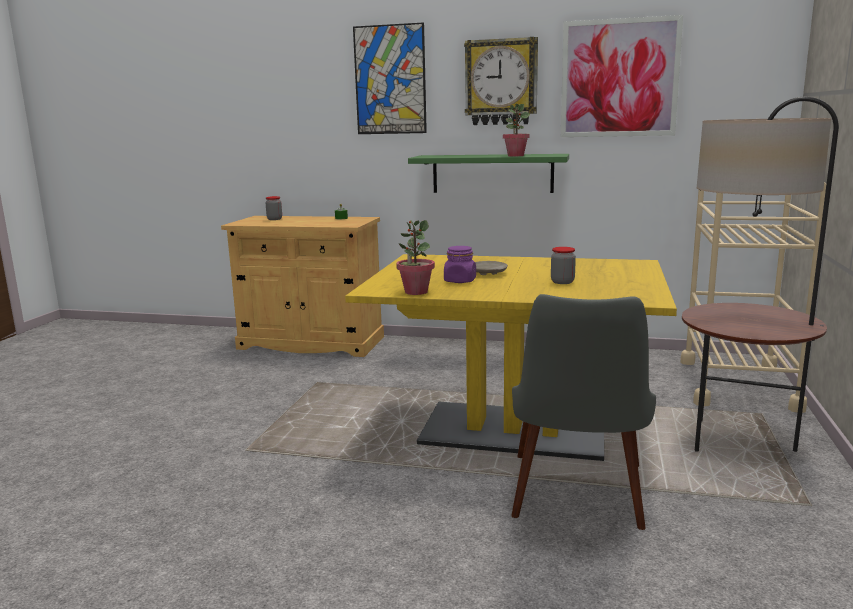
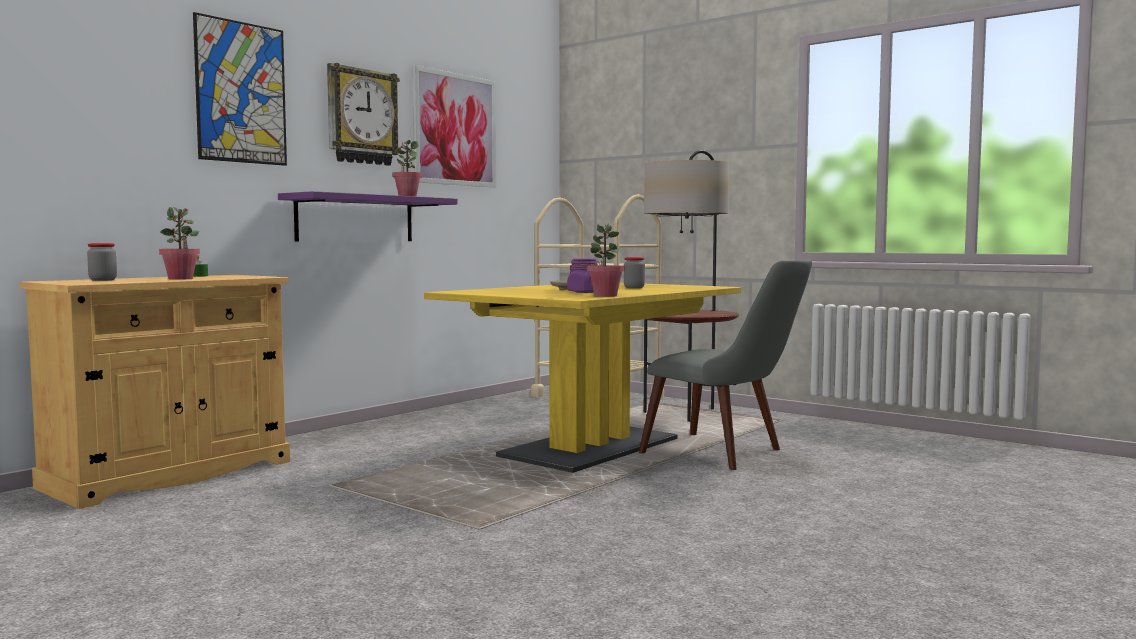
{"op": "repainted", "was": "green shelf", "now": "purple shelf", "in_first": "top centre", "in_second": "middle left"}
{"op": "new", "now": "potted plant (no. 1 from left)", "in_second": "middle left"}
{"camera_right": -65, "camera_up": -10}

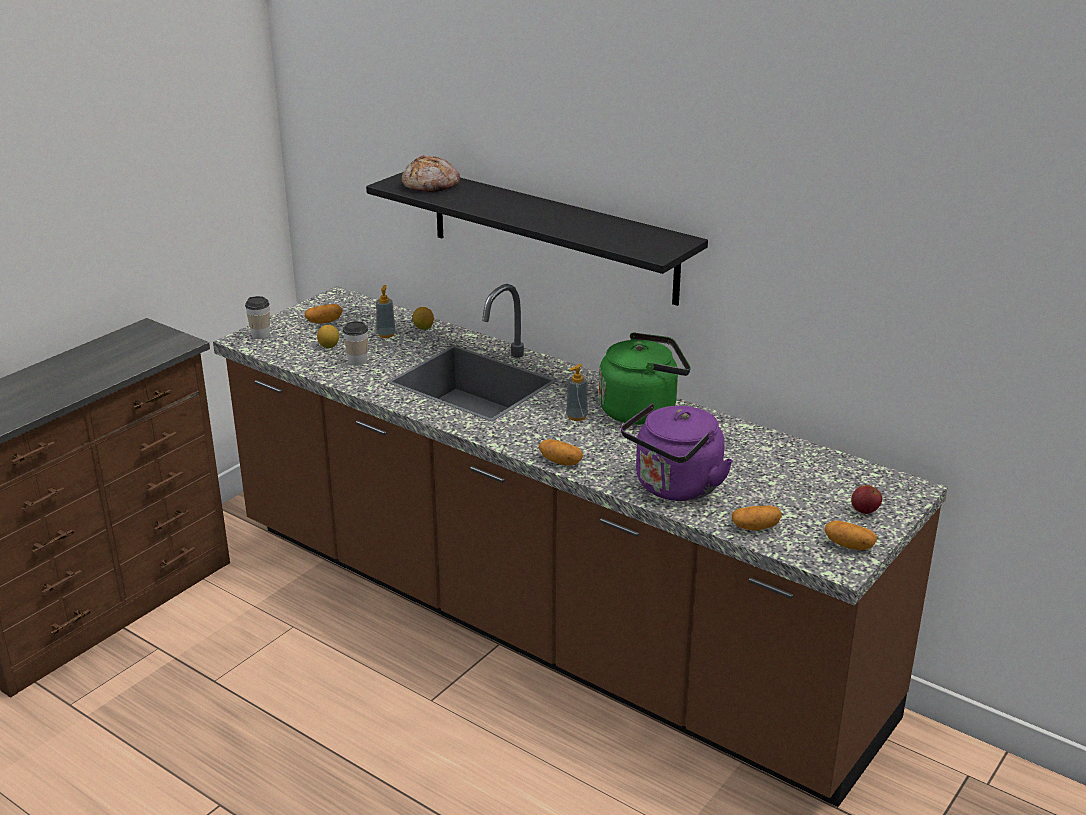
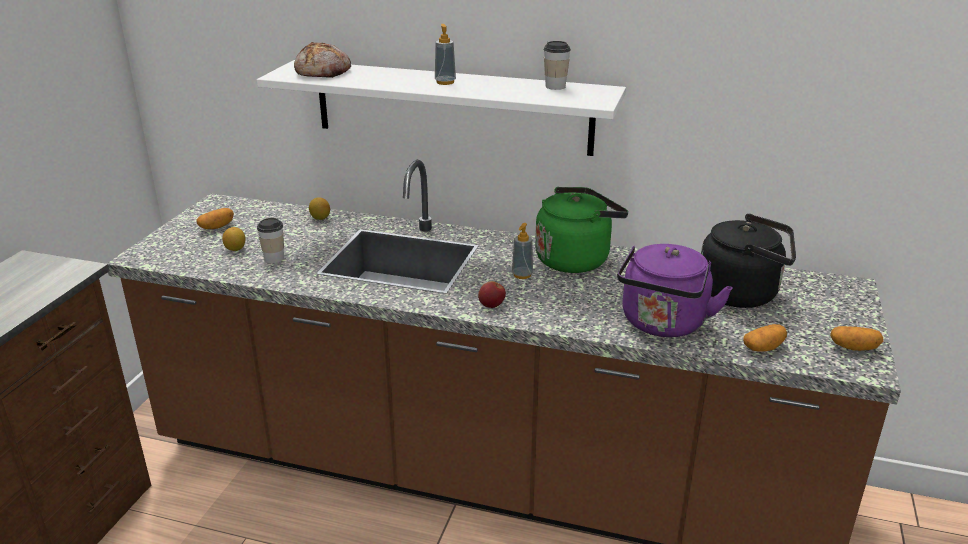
{"op": "repainted", "was": "black shelf", "now": "white shelf", "in_first": "top centre", "in_second": "top centre"}
{"op": "shifted", "was": "soap dispenser (no. 1 from left)", "in_first": "centre", "in_second": "top centre"}
{"op": "shifted", "was": "cup (no. 1 from left in the first image)", "now": "cup (no. 2 from left)", "in_first": "middle left", "in_second": "top centre"}
{"op": "gone", "was": "potato (no. 2 from left)", "in_first": "centre"}
{"op": "shifted", "was": "apple", "in_first": "middle right", "in_second": "centre"}
{"op": "new", "now": "black kettle", "in_second": "middle right"}
{"camera_right": -20, "camera_up": 0}

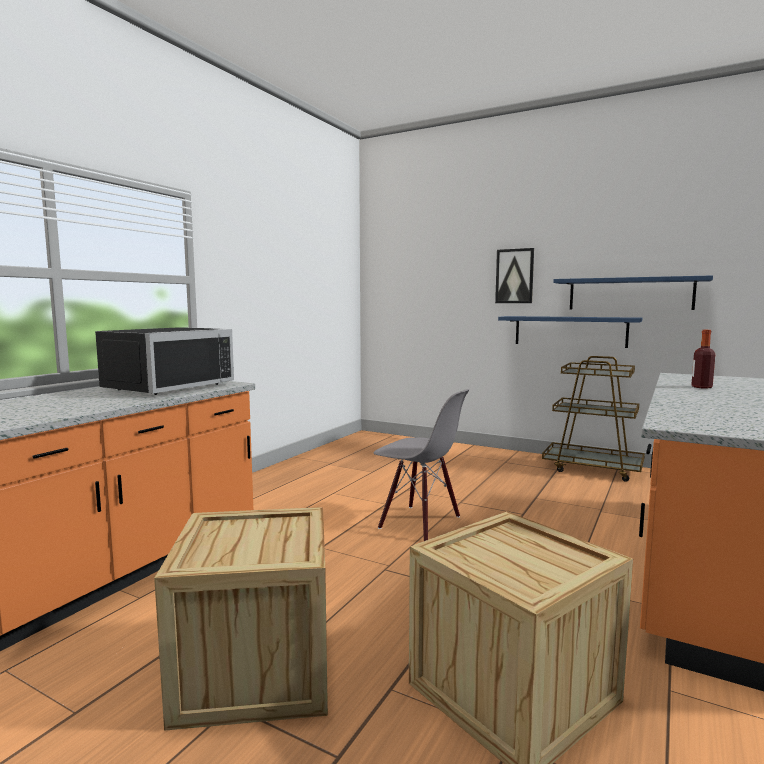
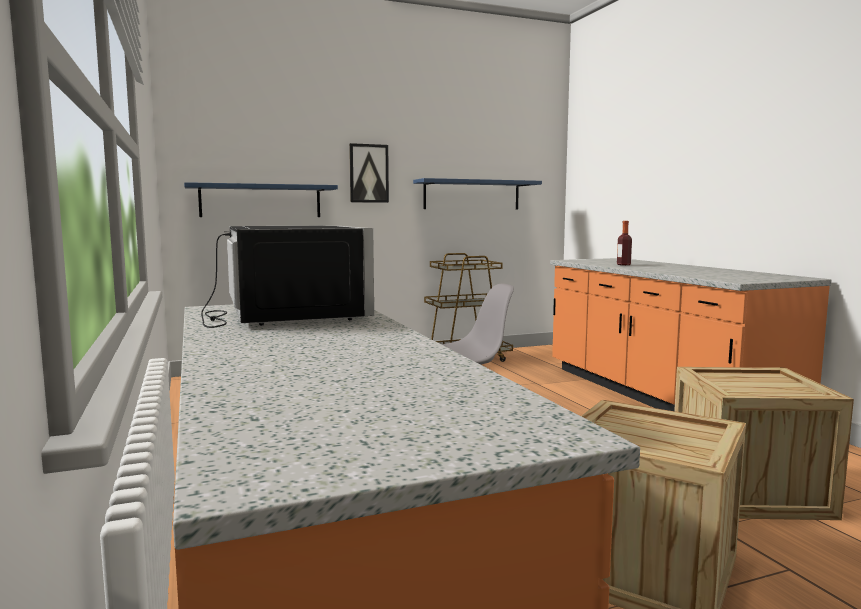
{"op": "shifted", "was": "blue shelf (no. 1 from left)", "in_first": "middle right", "in_second": "top left"}
{"camera_right": -50, "camera_up": 0}

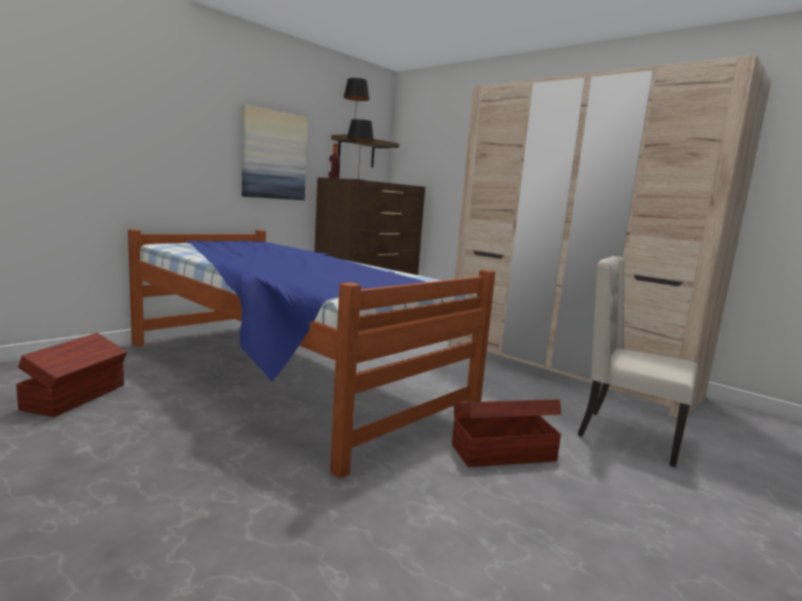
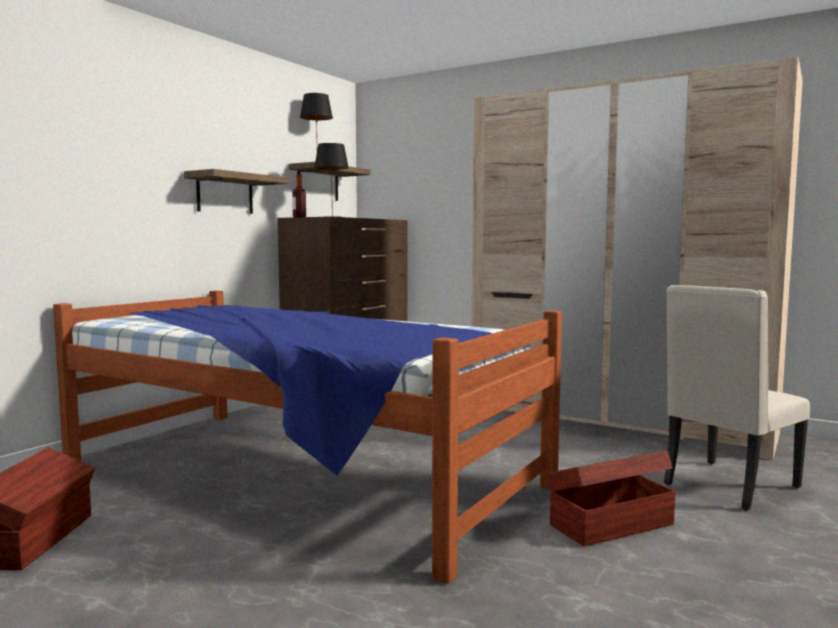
{"op": "swapped", "was": "picture", "now": "shelf (no. 1 from left)", "in_first": "top centre", "in_second": "top left"}
{"op": "rotated", "was": "beige chair", "in_first": "middle right", "in_second": "middle right", "clockwise": -60}
{"camera_right": -10, "camera_up": -5}

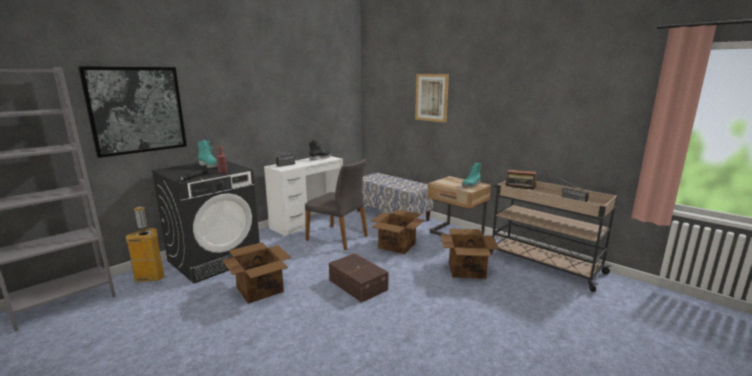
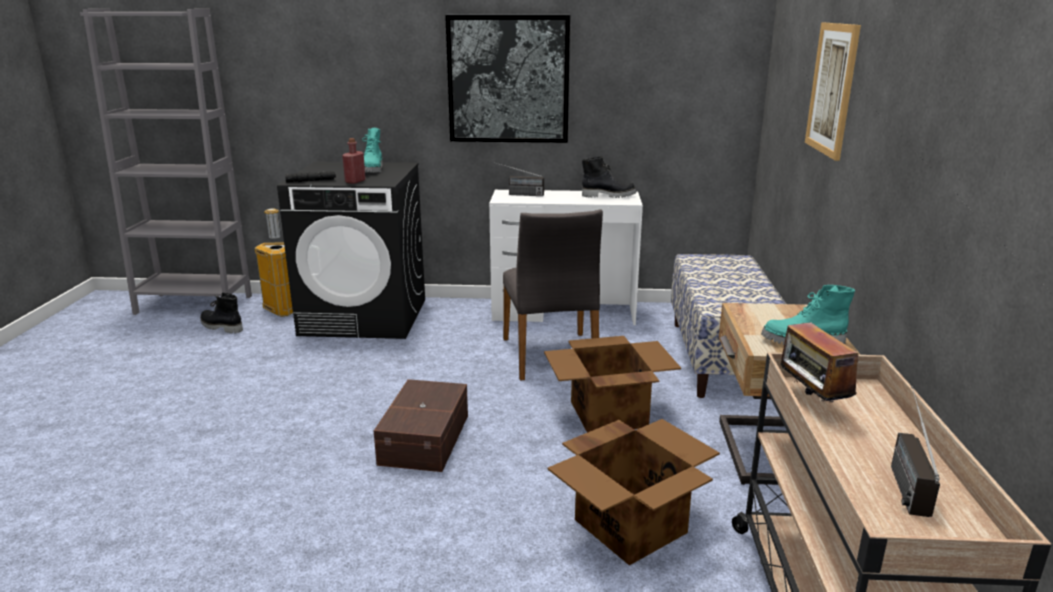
{"op": "shifted", "was": "picture (no. 1 from left)", "in_first": "top left", "in_second": "top centre"}
{"op": "gone", "was": "cardboard box (no. 1 from left)", "in_first": "bottom centre"}
{"op": "new", "now": "black boot (no. 1 from left)", "in_second": "middle left"}
{"camera_right": 50, "camera_up": 5}

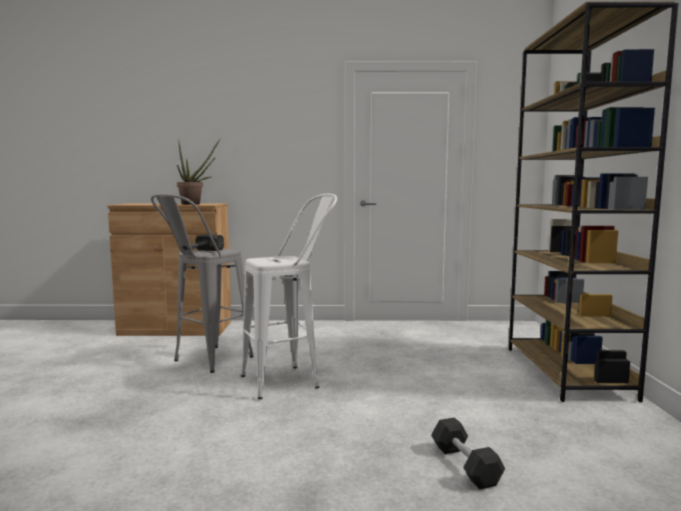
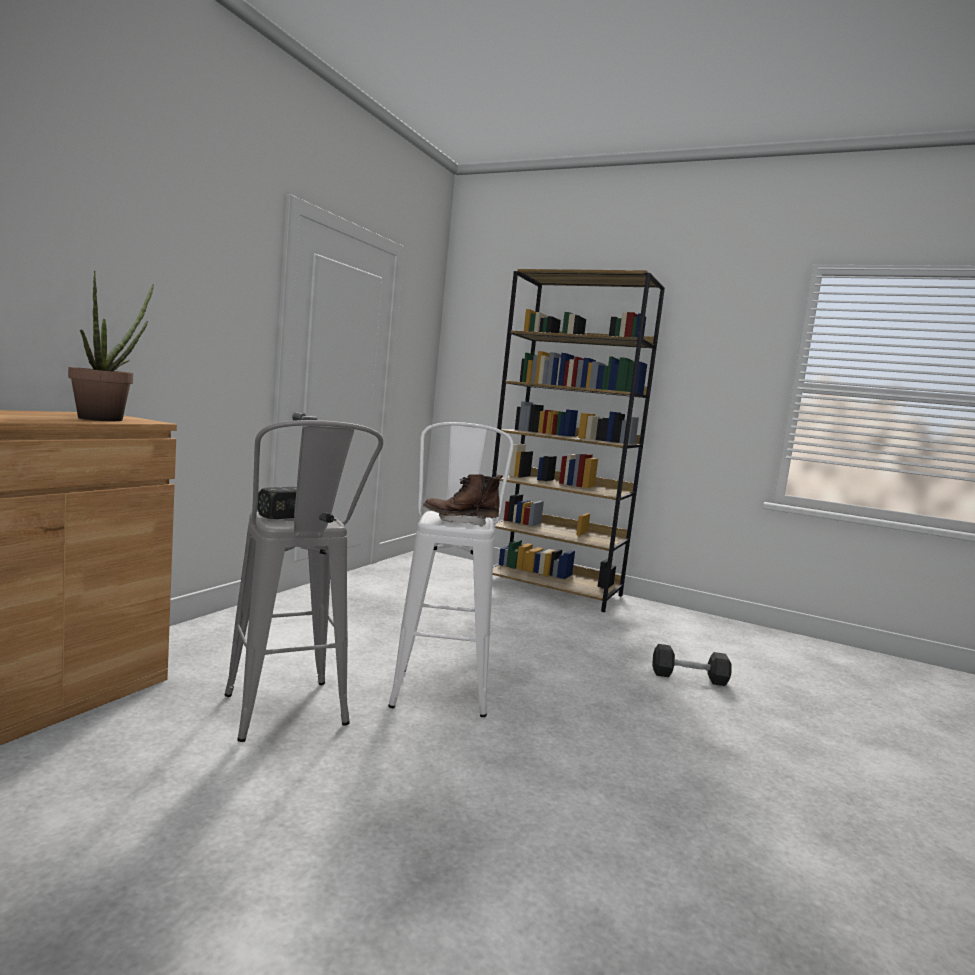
{"op": "new", "now": "brown boot", "in_second": "centre"}
{"camera_right": -65, "camera_up": 0}

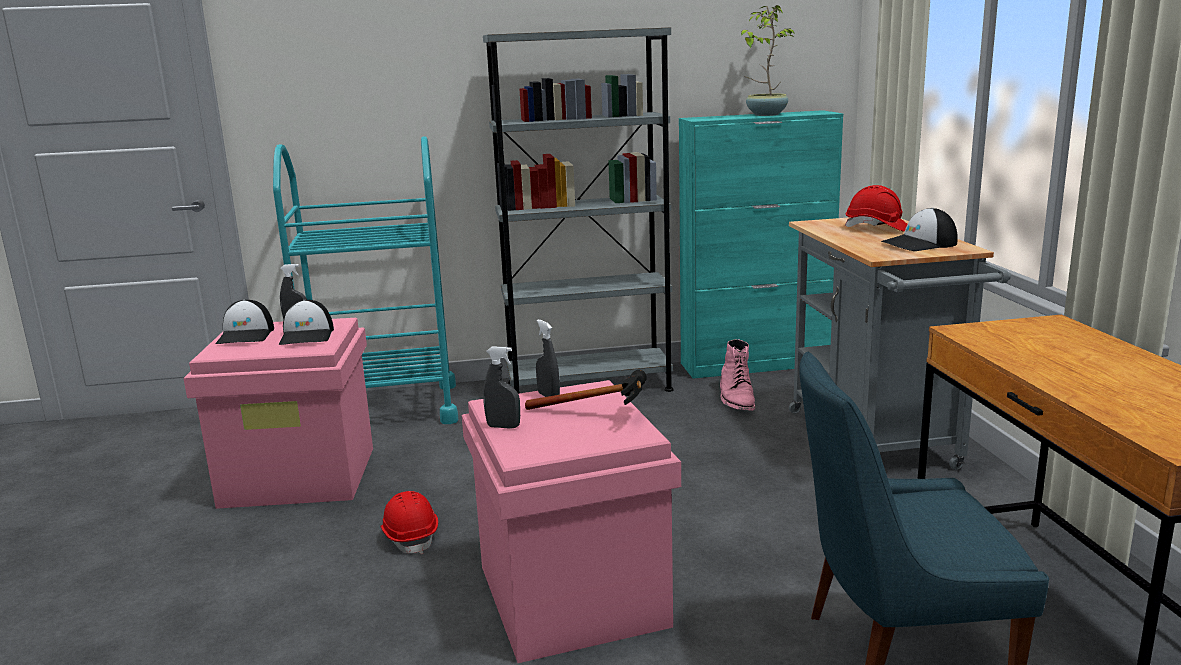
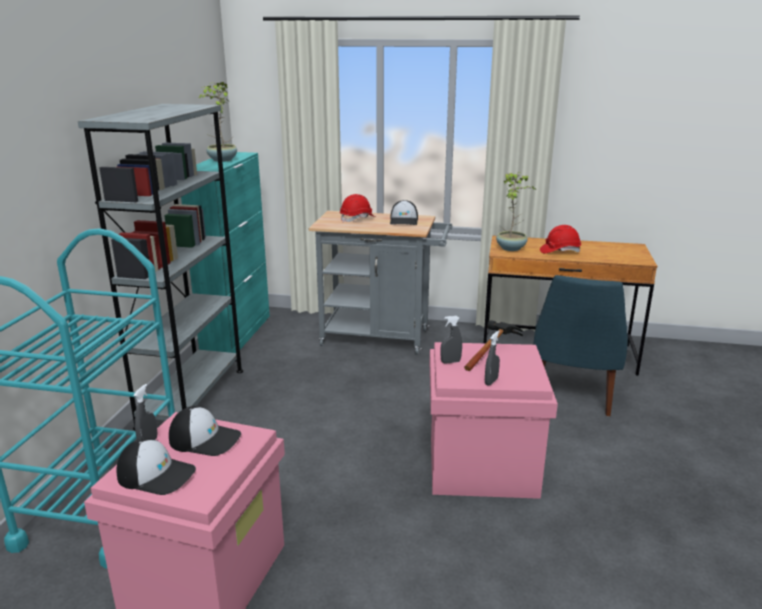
{"op": "gone", "was": "pink boot", "in_first": "centre"}
{"op": "shifted", "was": "red hard hat (no. 1 from left in the first image)", "now": "red hard hat (no. 2 from left)", "in_first": "bottom centre", "in_second": "middle right"}
{"op": "new", "now": "potted plant (no. 2 from left)", "in_second": "middle right"}
{"camera_right": -70, "camera_up": 5}

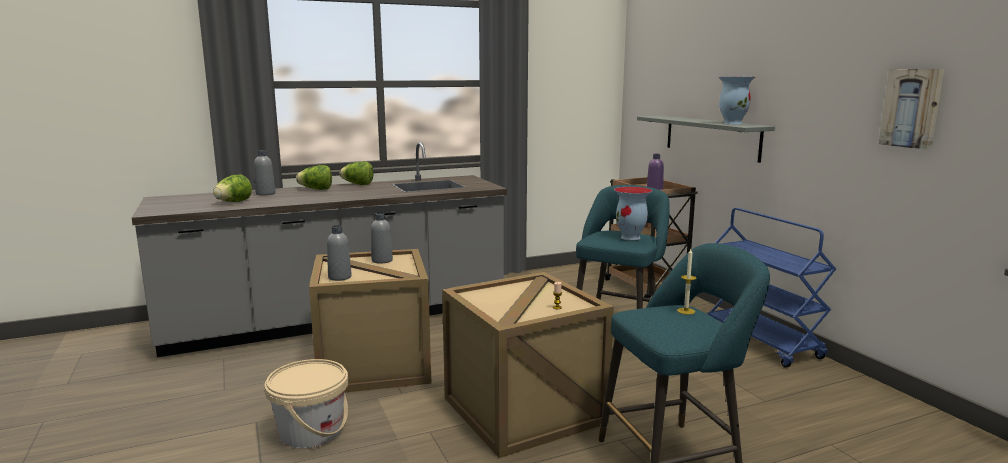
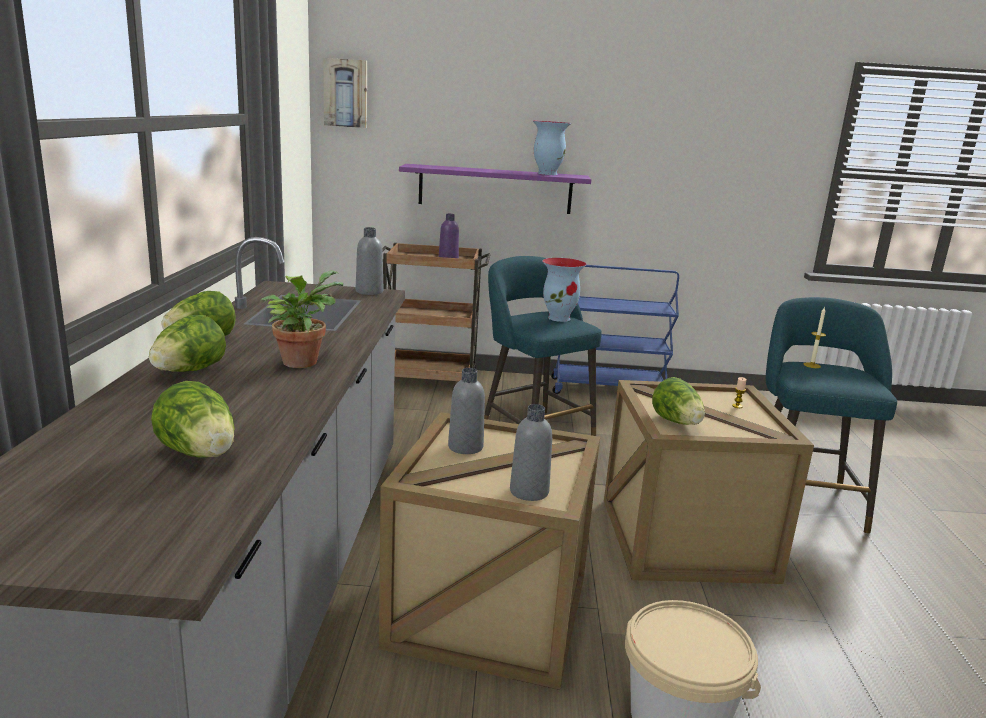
{"op": "shifted", "was": "picture", "in_first": "top right", "in_second": "top centre"}
{"op": "repainted", "was": "grey shelf", "now": "purple shelf", "in_first": "top right", "in_second": "top centre"}
{"op": "shifted", "was": "grey bottle (no. 1 from left)", "in_first": "middle left", "in_second": "centre"}
{"op": "new", "now": "potted plant", "in_second": "middle left"}
{"op": "new", "now": "lettuce (no. 4 from left)", "in_second": "middle right"}
{"camera_right": -65, "camera_up": 5}

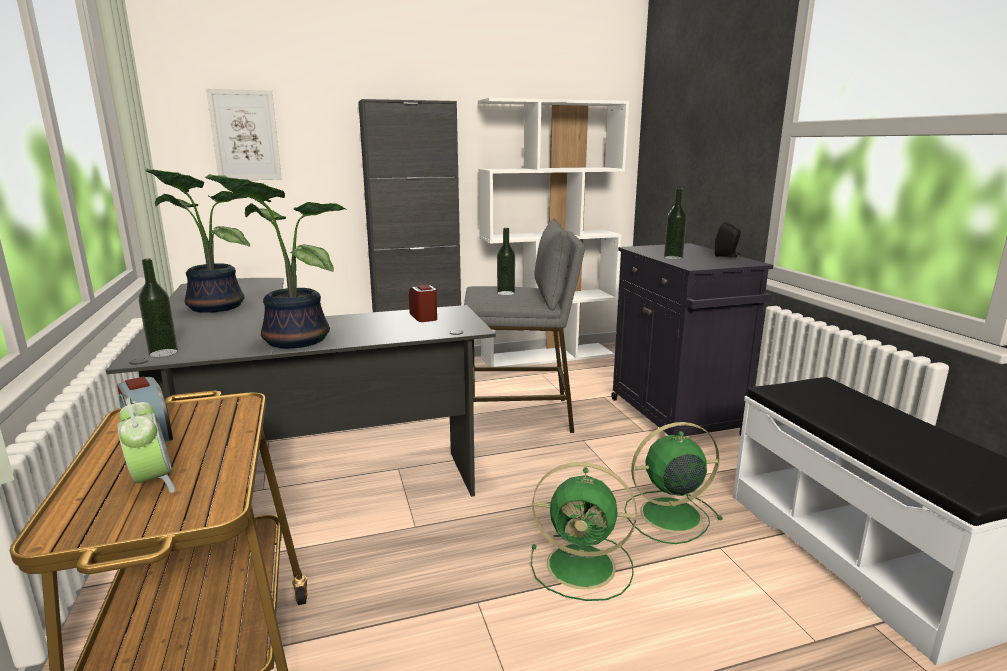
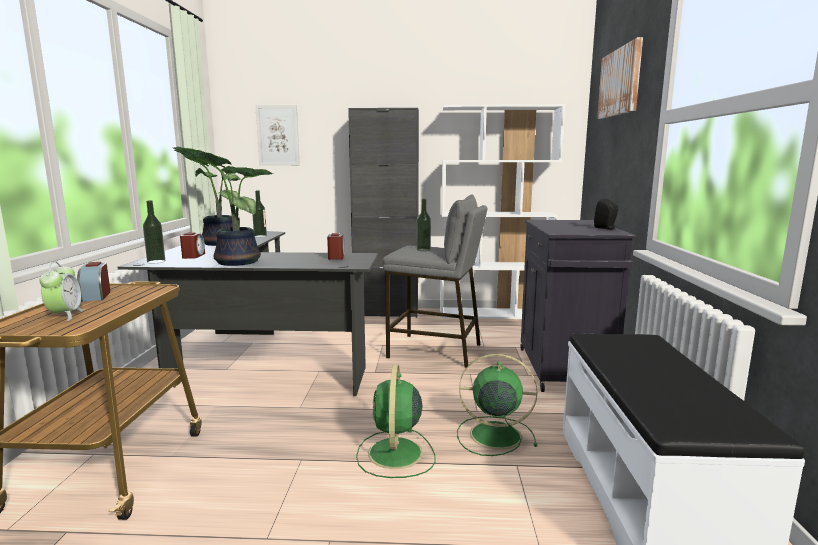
{"op": "shifted", "was": "bottle (no. 3 from left in the first image)", "now": "bottle (no. 2 from left)", "in_first": "middle right", "in_second": "middle left"}
{"op": "rotated", "was": "green fan (no. 1 from left)", "in_first": "bottom centre", "in_second": "bottom centre", "clockwise": 60}
{"op": "new", "now": "picture (no. 2 from left)", "in_second": "top right"}
{"op": "new", "now": "alarm clock (no. 3 from left)", "in_second": "middle left"}
{"camera_right": 20, "camera_up": -5}

